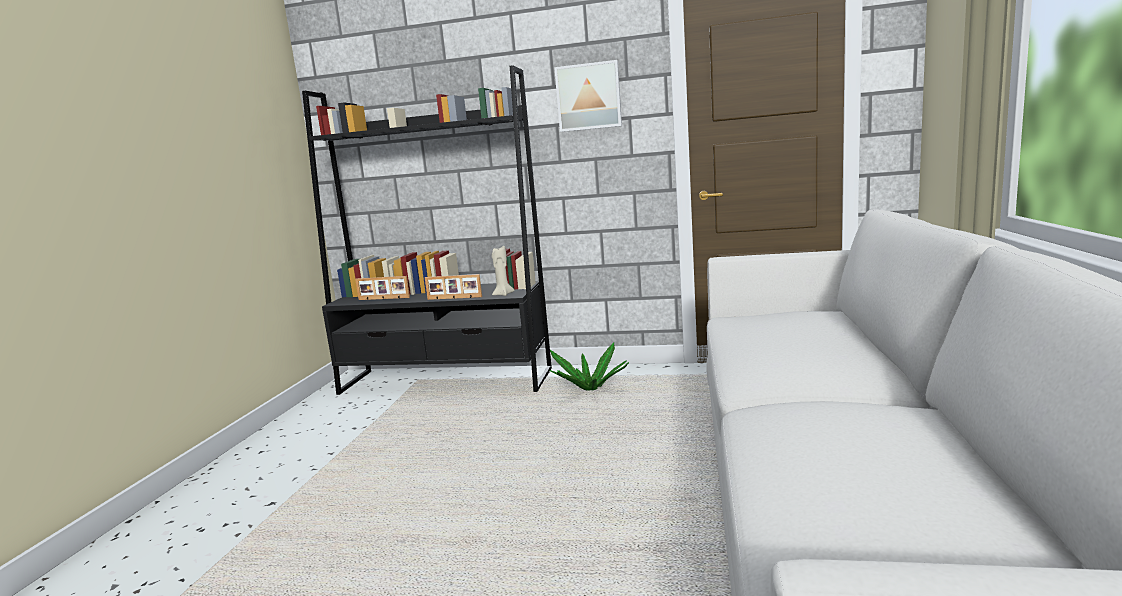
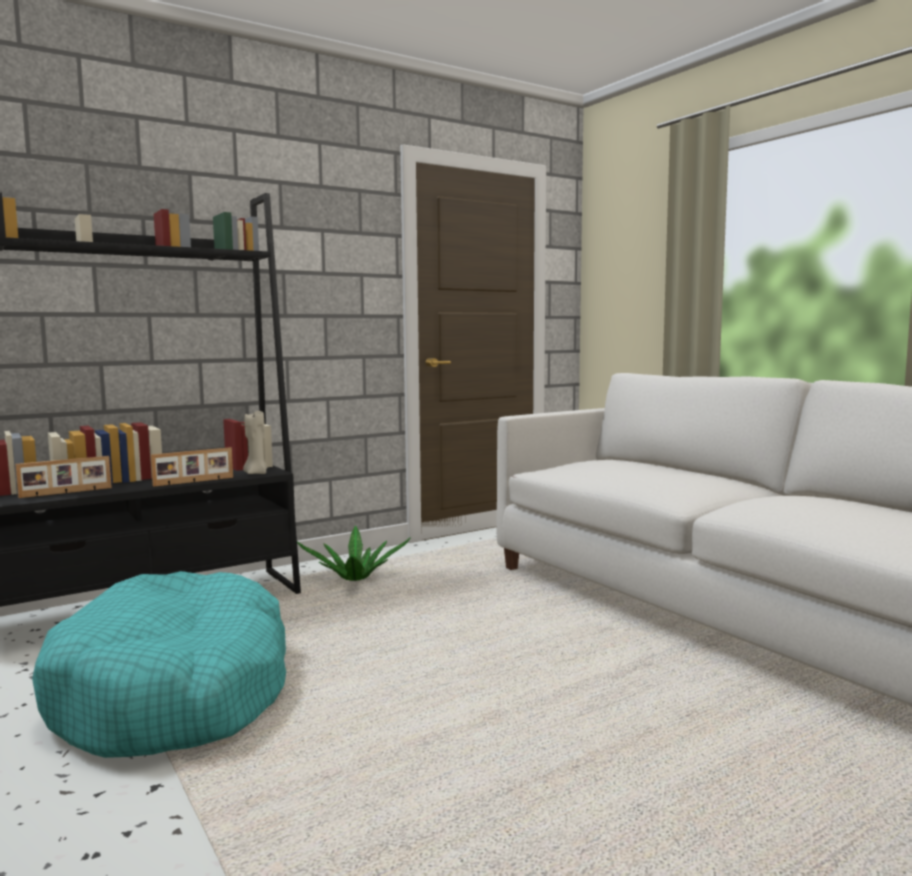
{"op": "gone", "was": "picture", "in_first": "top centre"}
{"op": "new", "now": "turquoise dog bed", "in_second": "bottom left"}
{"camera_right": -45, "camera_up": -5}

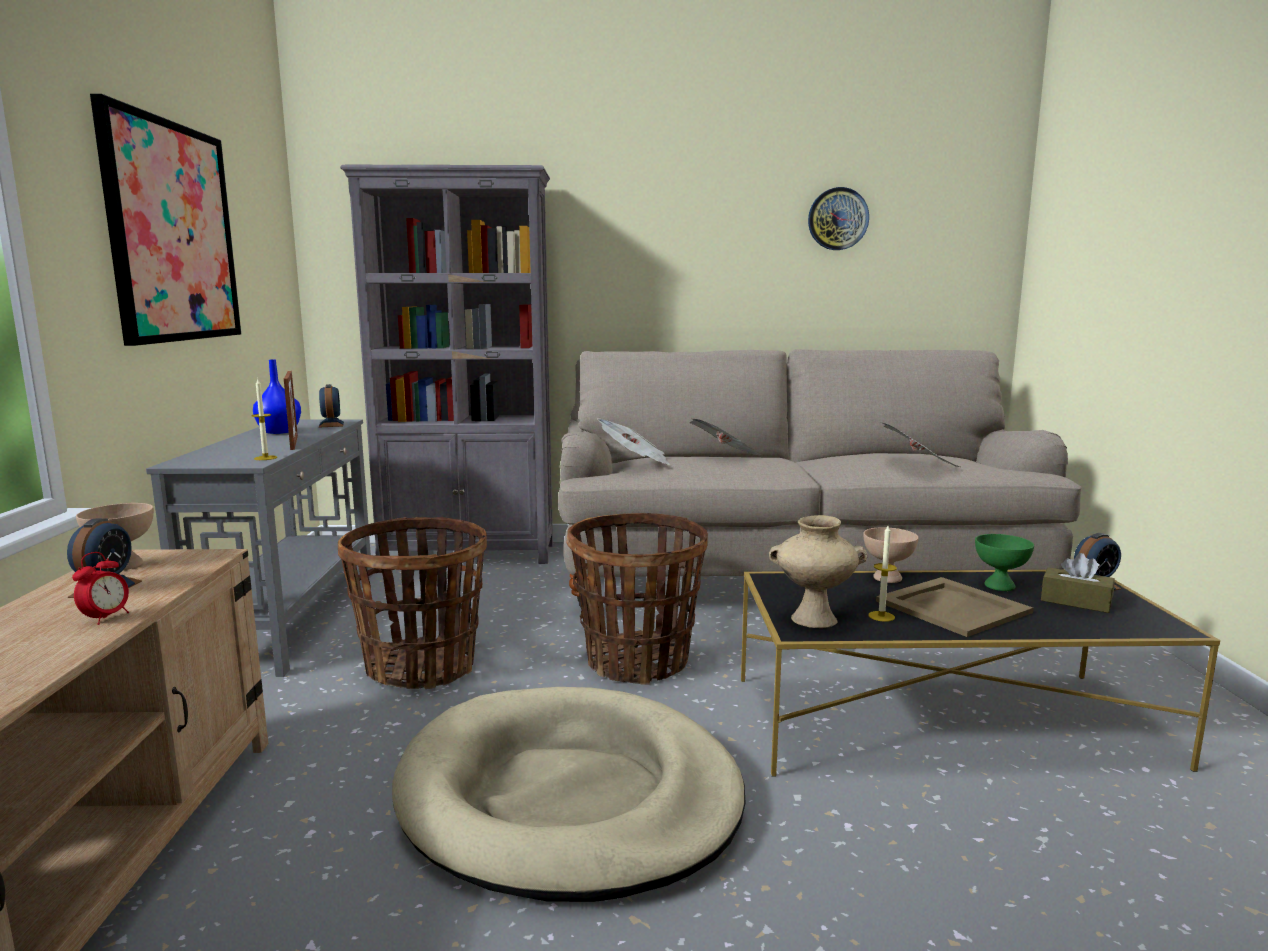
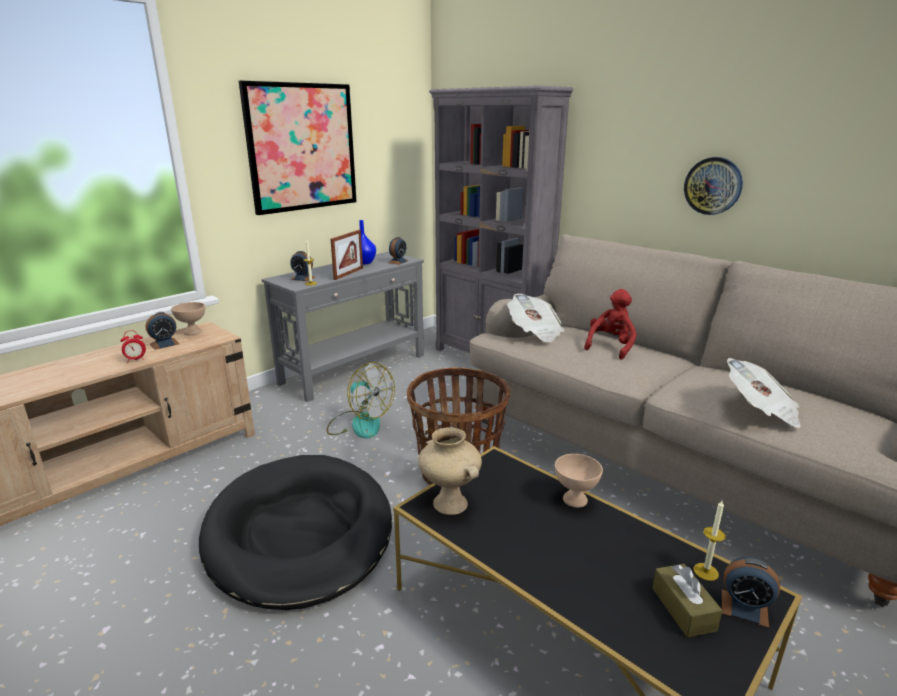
{"op": "shifted", "was": "wall clock", "in_first": "top centre", "in_second": "top right"}
{"op": "swapped", "was": "newspaper (no. 2 from left)", "now": "red plush toy", "in_first": "centre", "in_second": "middle right"}
{"op": "swapped", "was": "basket (no. 1 from left)", "now": "fan", "in_first": "middle left", "in_second": "centre"}
{"op": "shifted", "was": "candle (no. 2 from left)", "in_first": "middle right", "in_second": "bottom right"}
{"op": "gone", "was": "green bowl", "in_first": "middle right"}
{"op": "gone", "was": "beige tray", "in_first": "middle right"}
{"op": "repainted", "was": "beige dog bed", "now": "black dog bed", "in_first": "bottom centre", "in_second": "bottom left"}
{"op": "new", "now": "alarm clock (no. 3 from left)", "in_second": "centre"}
{"camera_right": 45, "camera_up": 10}

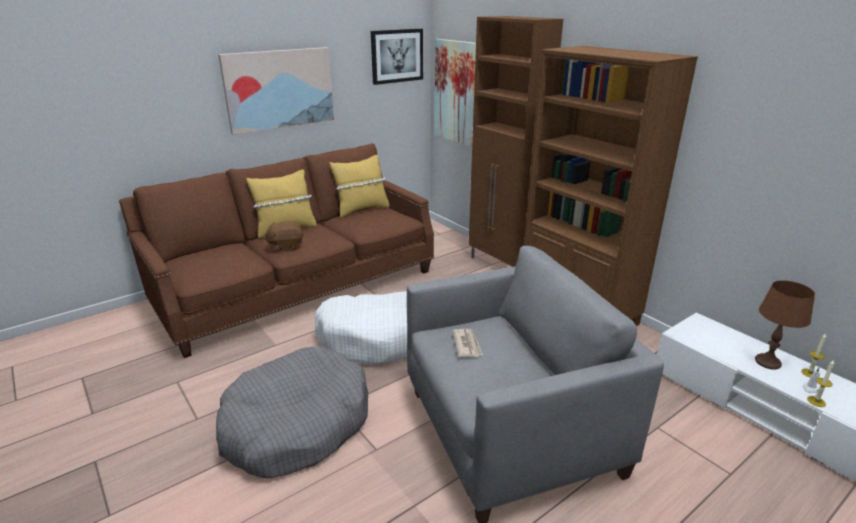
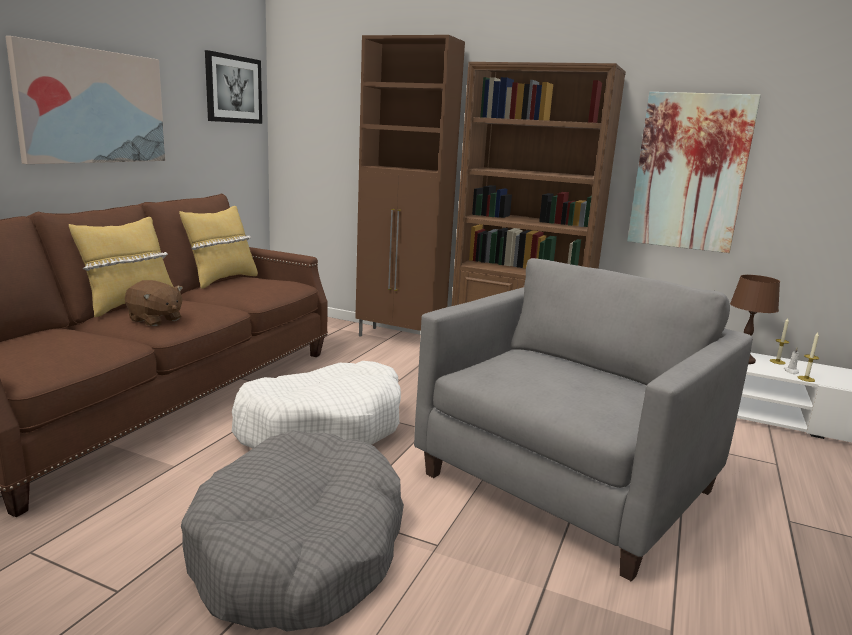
{"op": "shifted", "was": "picture (no. 3 from left)", "in_first": "top centre", "in_second": "top right"}
{"op": "rotated", "was": "brown plush toy", "in_first": "middle left", "in_second": "middle left", "clockwise": -105}
{"op": "gone", "was": "newspaper", "in_first": "centre"}
{"camera_right": -30, "camera_up": -10}

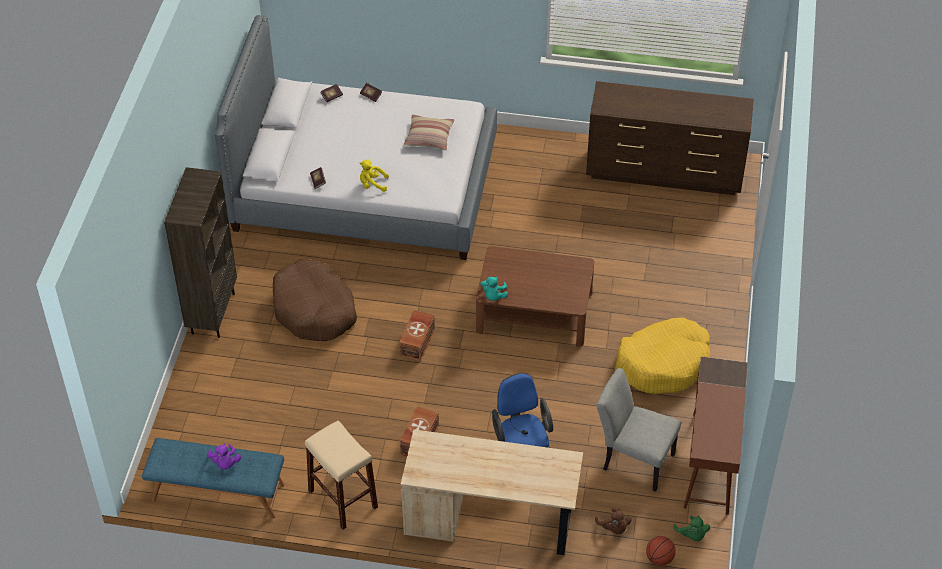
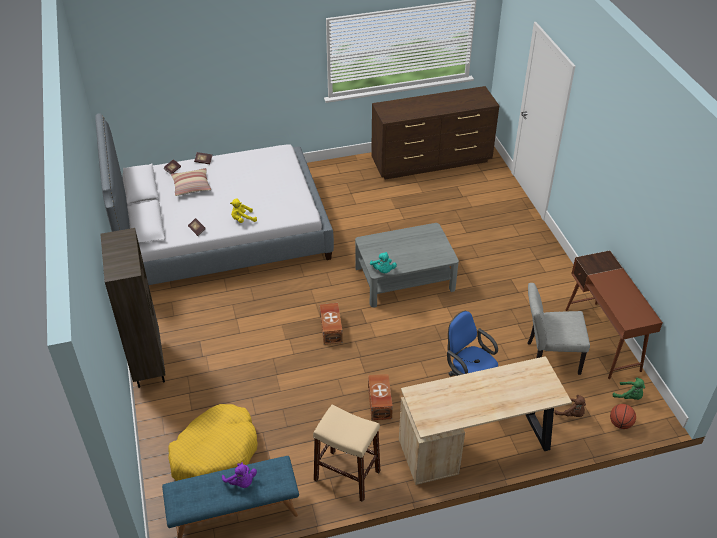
{"op": "shifted", "was": "pillow", "in_first": "top centre", "in_second": "middle left"}
{"op": "repainted", "was": "brown coffee table", "now": "grey coffee table", "in_first": "centre", "in_second": "centre"}
{"op": "gone", "was": "brown dog bed", "in_first": "centre"}
{"op": "shifted", "was": "yellow dog bed", "in_first": "middle right", "in_second": "bottom left"}
{"camera_right": -25, "camera_up": -5}

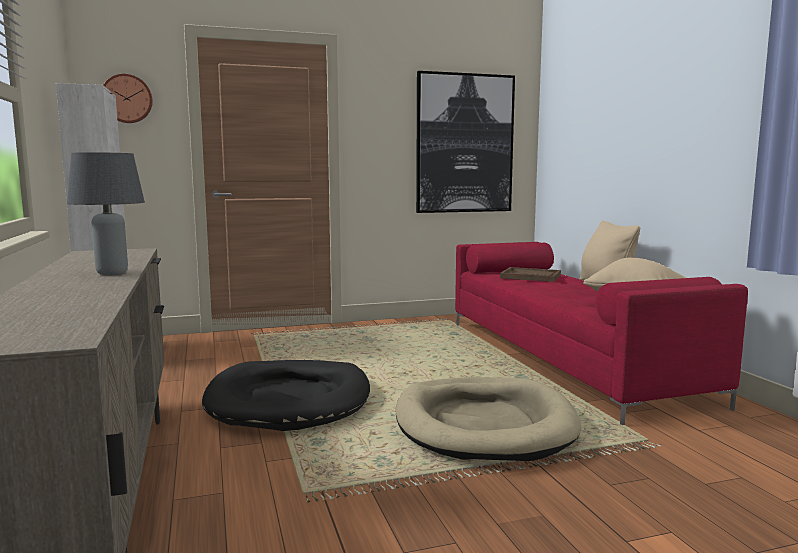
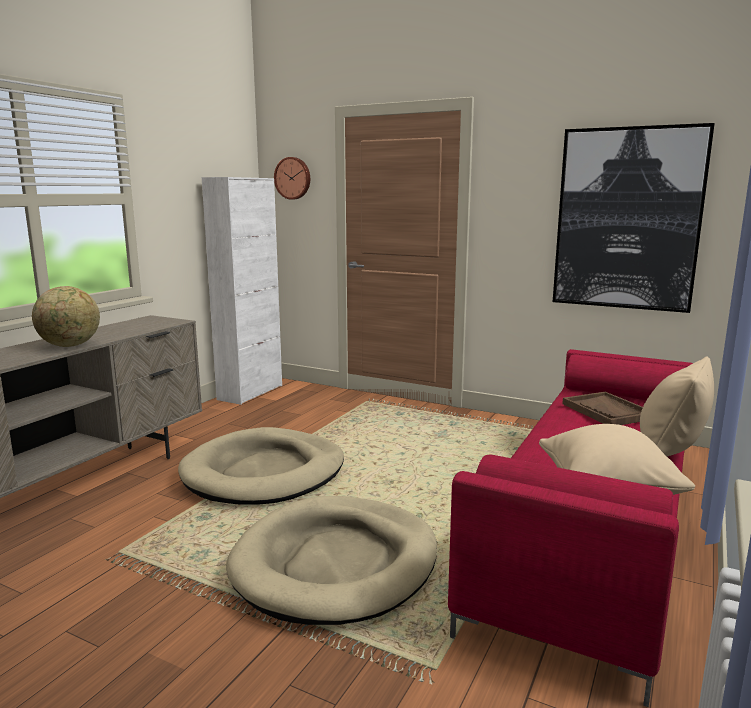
{"op": "swapped", "was": "grey table lamp", "now": "globe", "in_first": "middle left", "in_second": "middle left"}
{"op": "repainted", "was": "black dog bed", "now": "beige dog bed (no. 1 from left)", "in_first": "bottom centre", "in_second": "centre"}
{"camera_right": 45, "camera_up": 5}

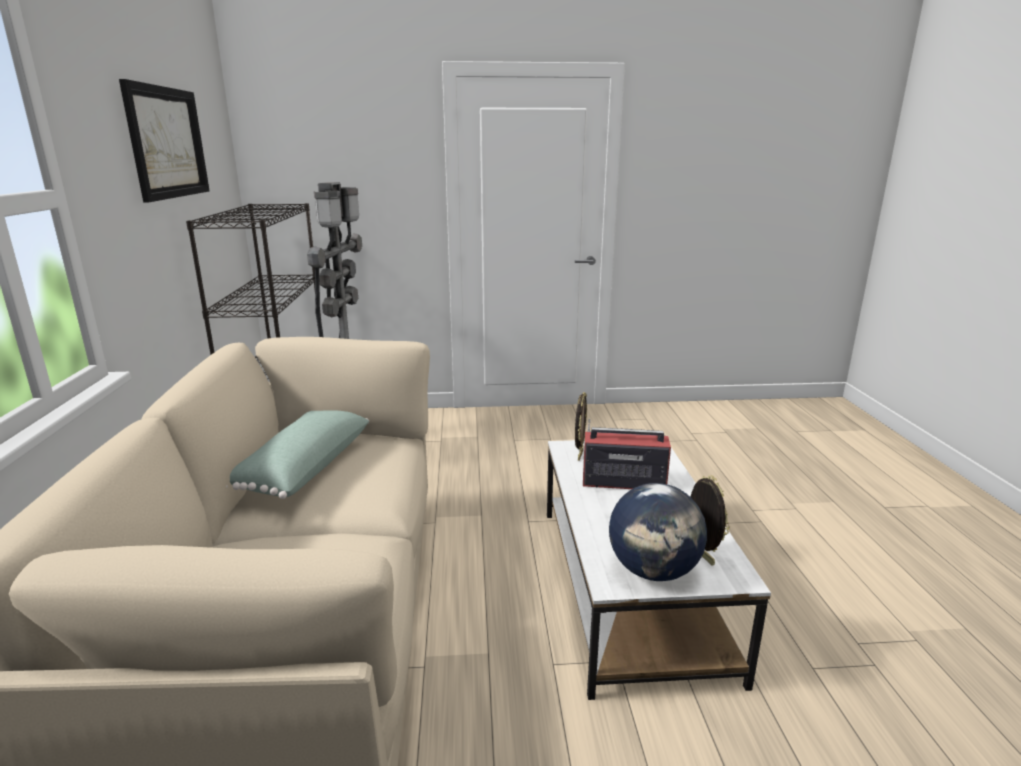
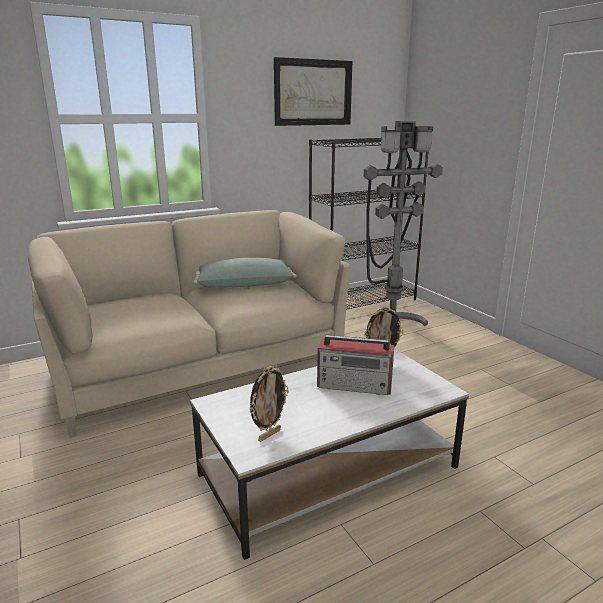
{"op": "rotated", "was": "radio", "in_first": "centre", "in_second": "centre", "clockwise": 120}
{"op": "gone", "was": "globe", "in_first": "bottom centre"}
{"camera_right": 65, "camera_up": 0}

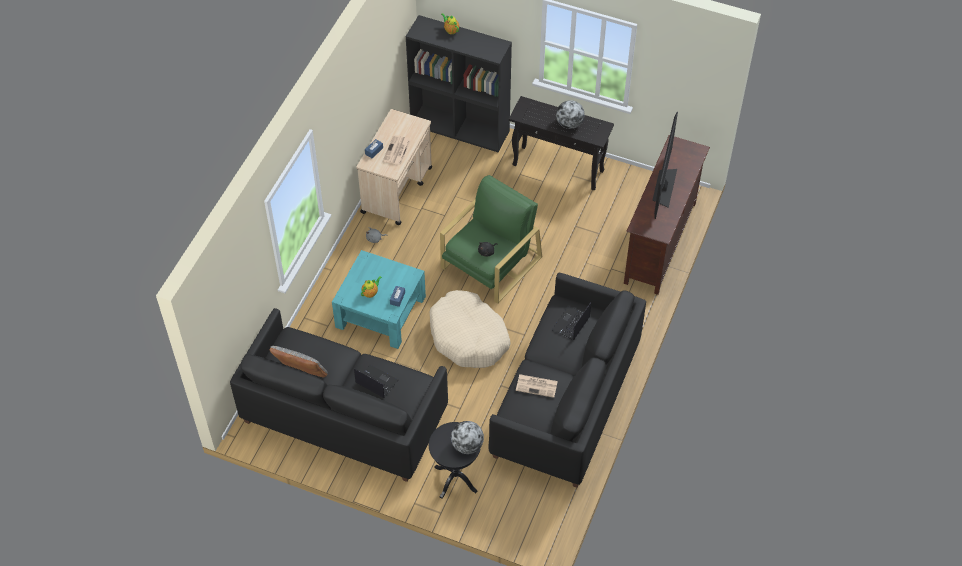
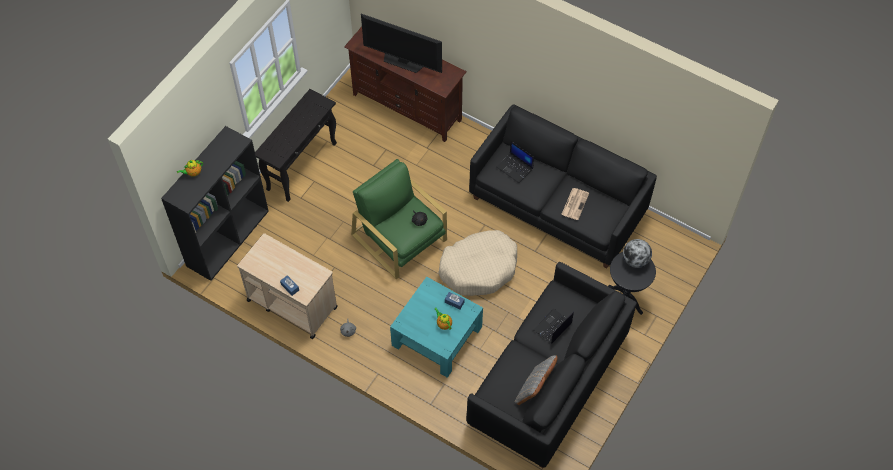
{"op": "gone", "was": "globe (no. 2 from left)", "in_first": "top centre"}
{"op": "gone", "was": "newspaper (no. 1 from left)", "in_first": "top centre"}
{"camera_right": -80, "camera_up": 5}

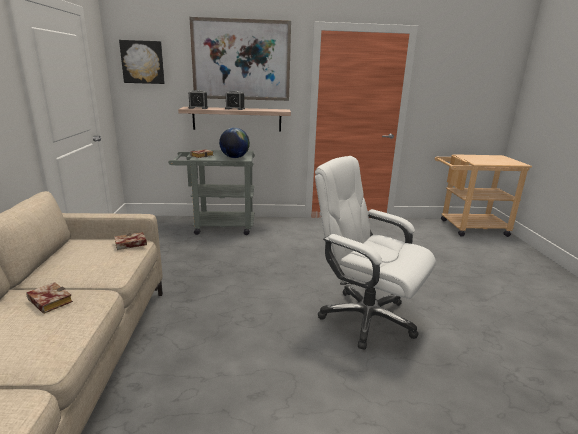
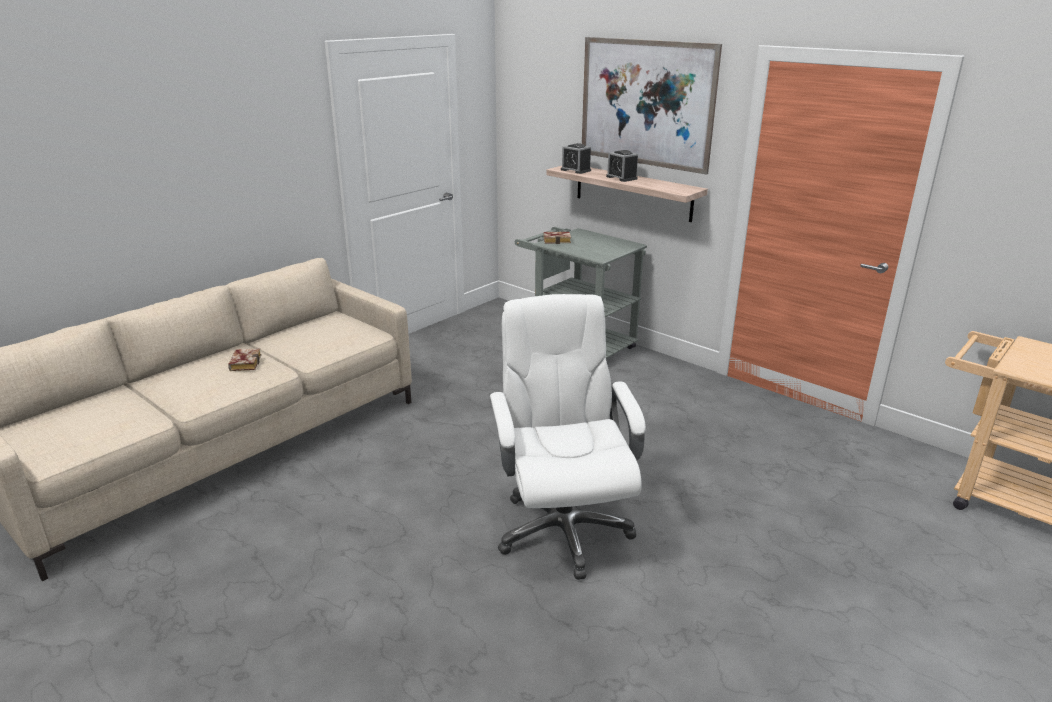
{"op": "gone", "was": "picture (no. 1 from left)", "in_first": "top left"}
{"op": "gone", "was": "globe", "in_first": "top centre"}
{"op": "gone", "was": "book (no. 2 from left)", "in_first": "middle left"}
{"camera_right": 45, "camera_up": 5}

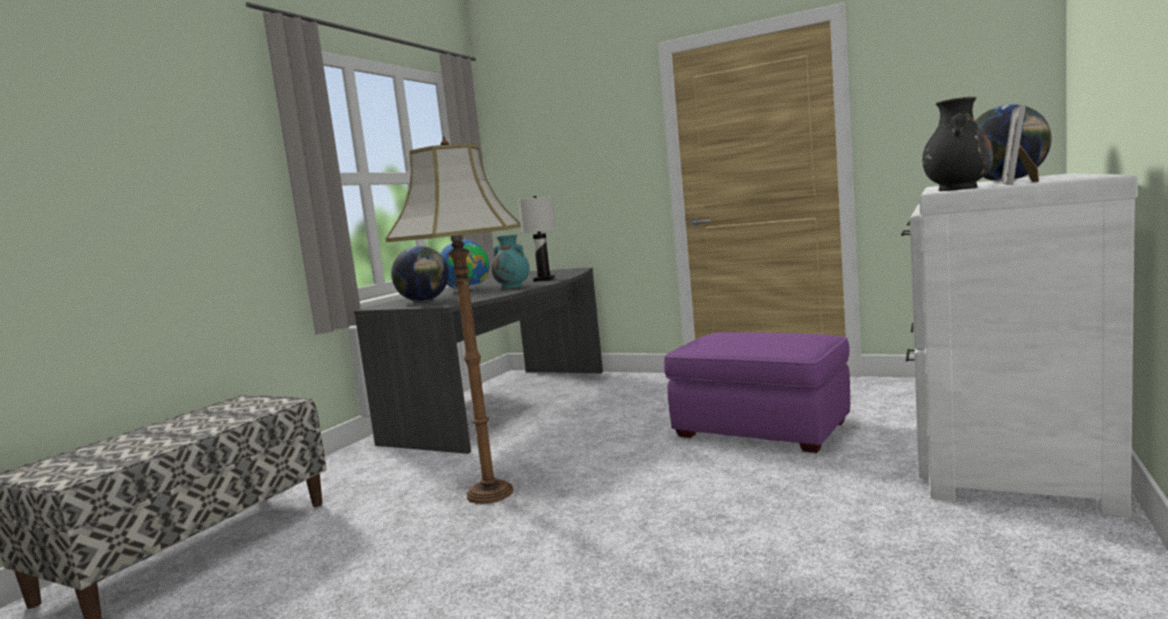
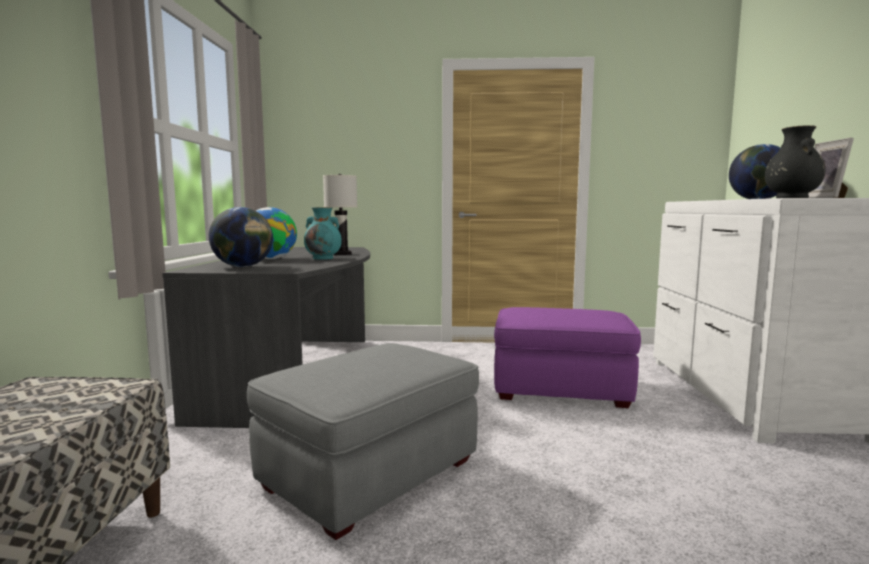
{"op": "swapped", "was": "floor lamp", "now": "grey ottoman", "in_first": "centre", "in_second": "bottom centre"}
{"camera_right": -25, "camera_up": 0}

